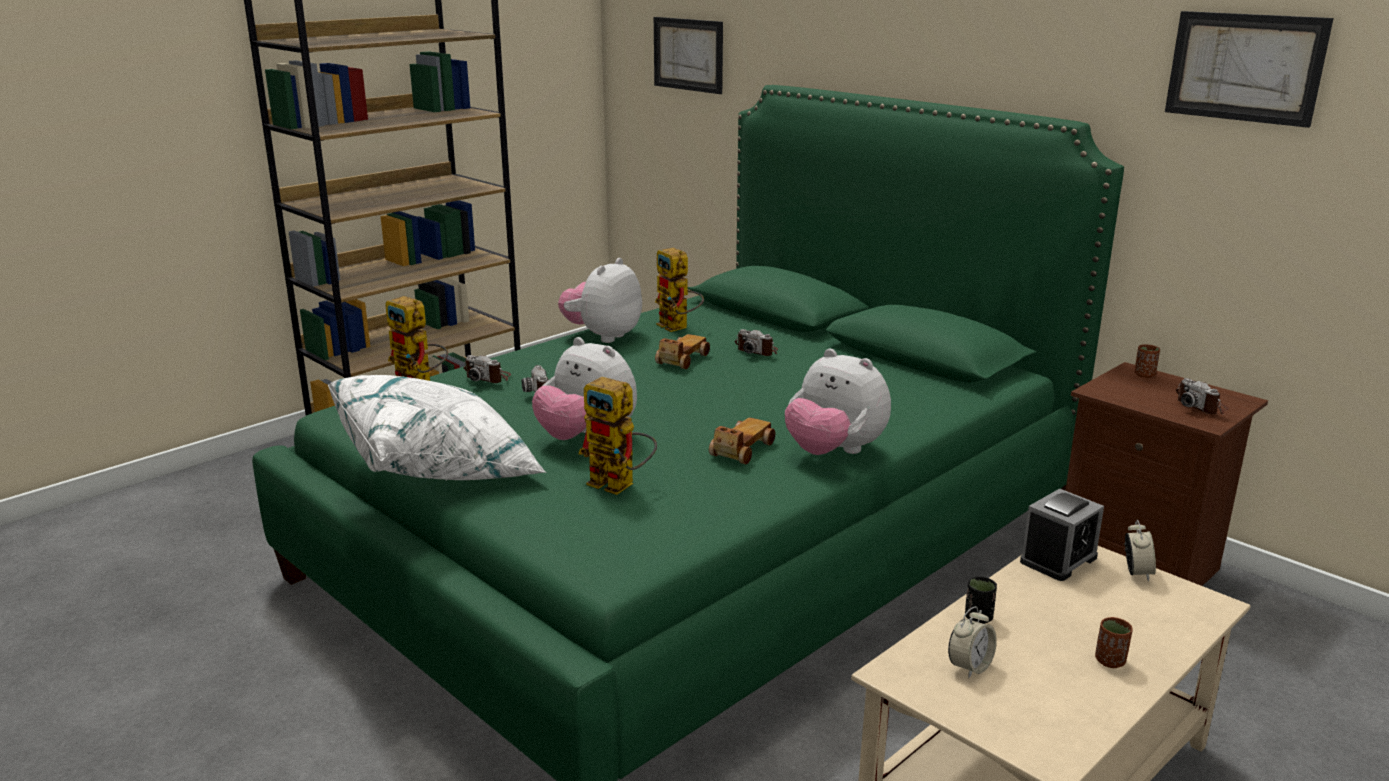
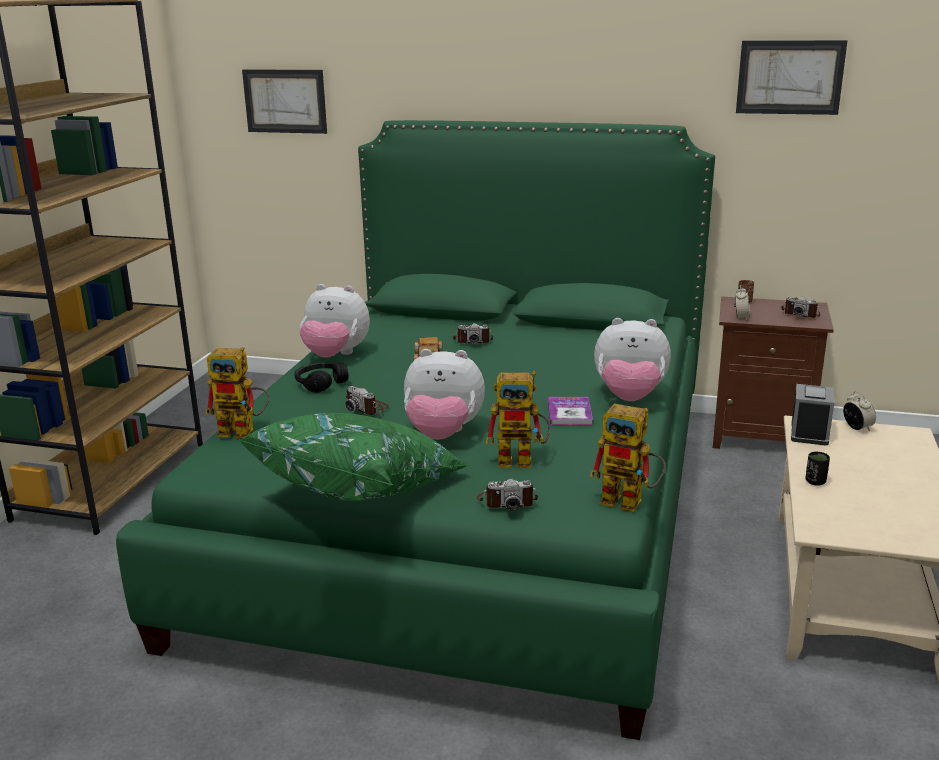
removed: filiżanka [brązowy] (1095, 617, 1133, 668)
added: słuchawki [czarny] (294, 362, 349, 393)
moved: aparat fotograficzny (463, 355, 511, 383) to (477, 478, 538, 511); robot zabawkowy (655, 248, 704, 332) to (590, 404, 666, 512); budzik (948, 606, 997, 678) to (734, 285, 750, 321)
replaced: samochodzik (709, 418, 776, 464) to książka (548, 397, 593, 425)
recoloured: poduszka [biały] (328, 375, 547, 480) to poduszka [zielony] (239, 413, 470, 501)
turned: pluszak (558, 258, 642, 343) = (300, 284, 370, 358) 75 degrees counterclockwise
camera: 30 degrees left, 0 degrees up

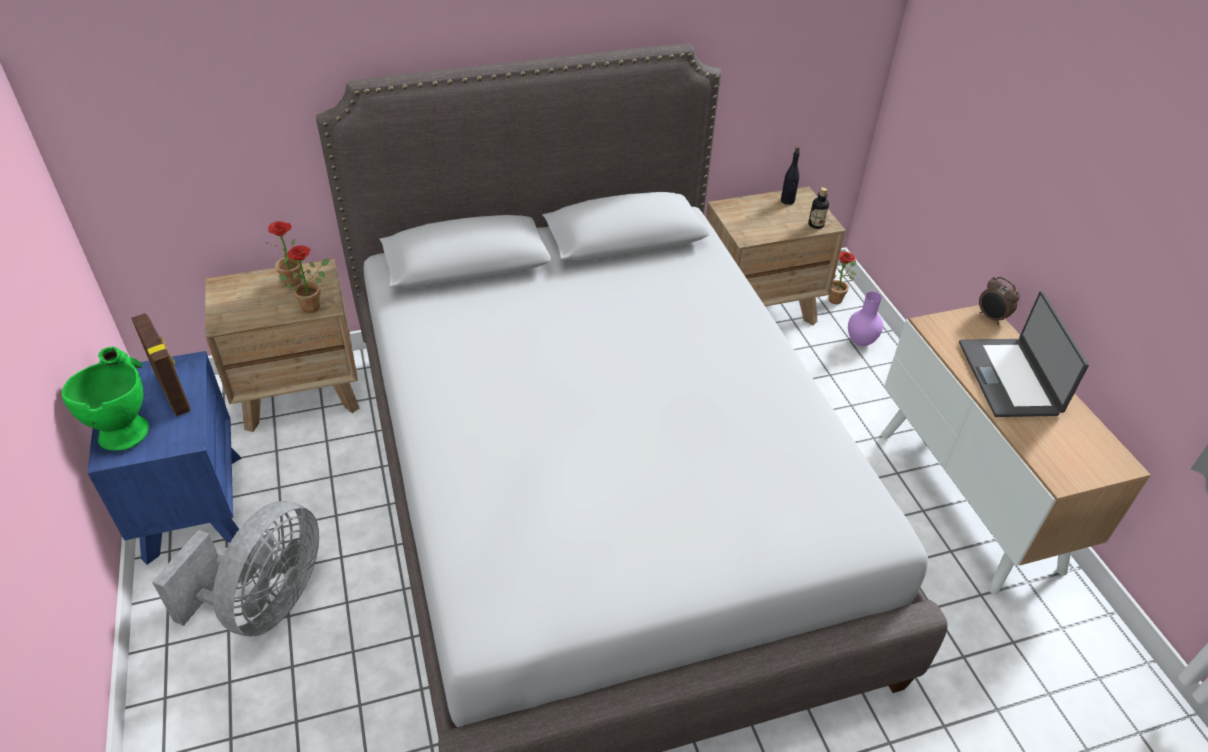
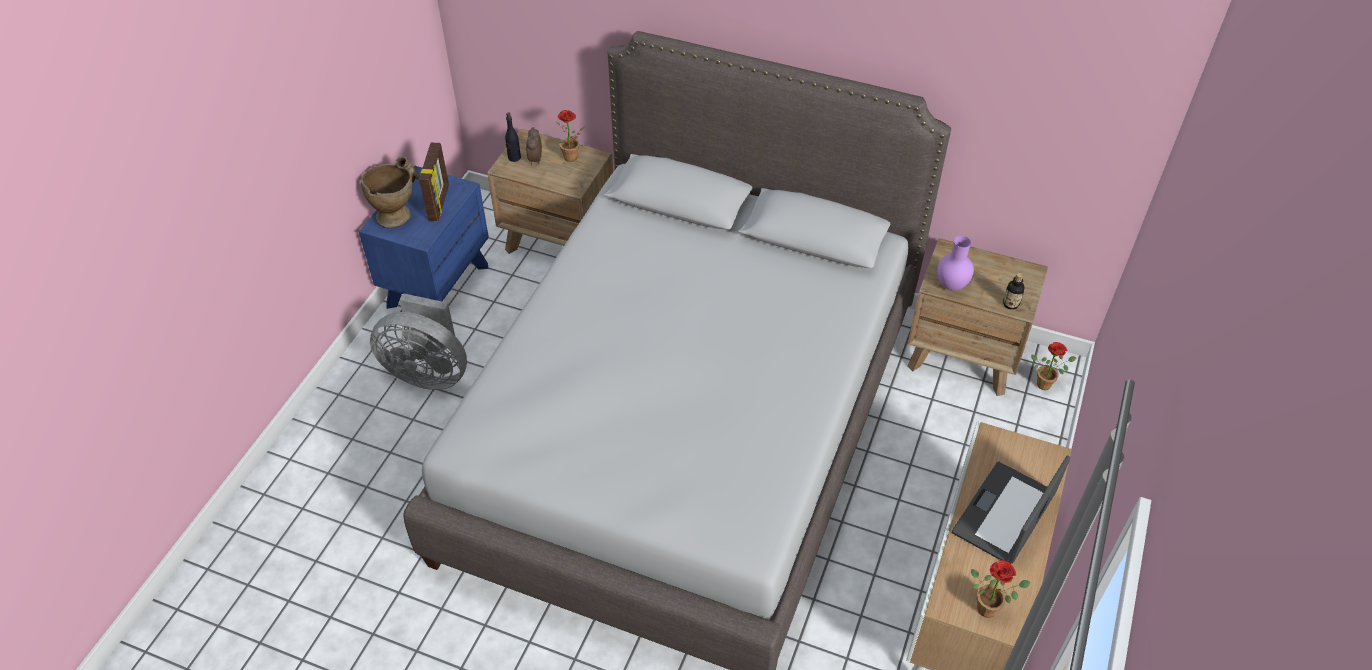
moved: butelka [czarny] (781, 146, 800, 205) to (505, 112, 521, 162); budzik (979, 276, 1020, 325) to (526, 127, 542, 165); wazon [fioletowy] (848, 291, 883, 346) to (937, 236, 974, 291); roślina doniczkowa (279, 246, 329, 313) to (971, 560, 1031, 618)
recoloured: wazon [zielony] (62, 346, 149, 451) to wazon [beżowy] (361, 157, 420, 228)
turned: wentylator [szary] (152, 501, 319, 637) = (370, 293, 467, 390) 45 degrees clockwise
camera: 40 degrees right, 5 degrees up

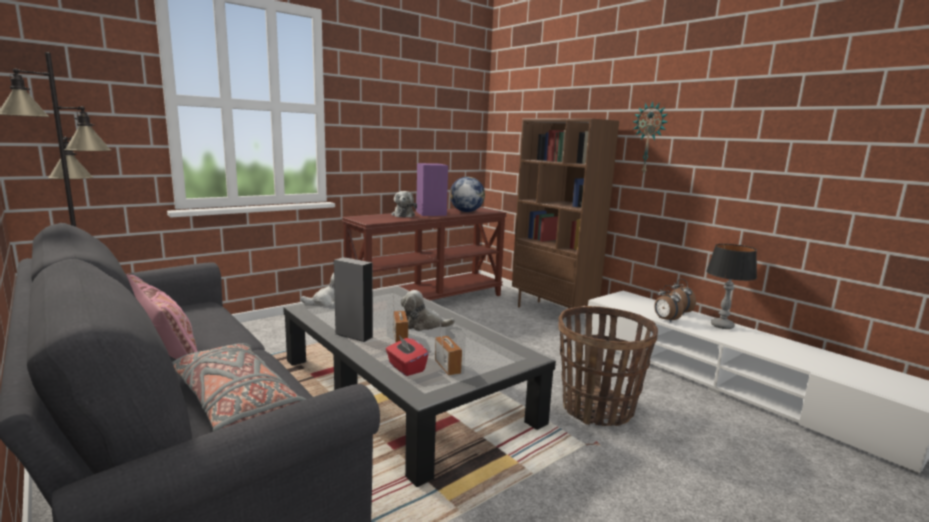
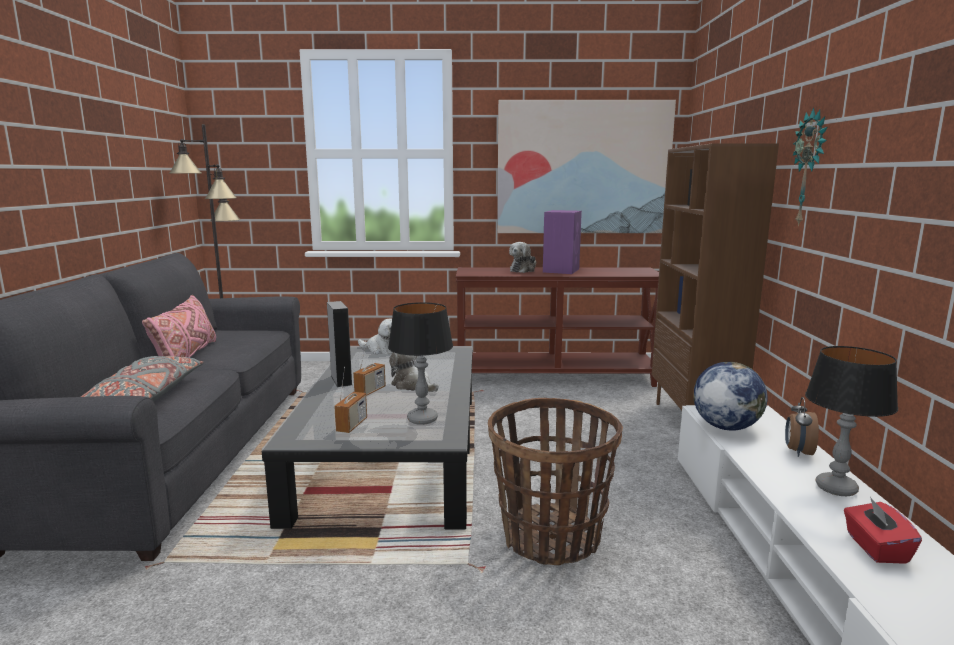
removed: budzik (654, 285, 684, 322)
added: lampa stołowa (388, 302, 453, 425); obraz (497, 100, 676, 233)
moved: globus (450, 177, 485, 212) to (693, 362, 768, 431); pudełko chusteczek [czerwony] (386, 336, 429, 376) to (844, 497, 922, 564)
camera: 40 degrees right, 0 degrees up

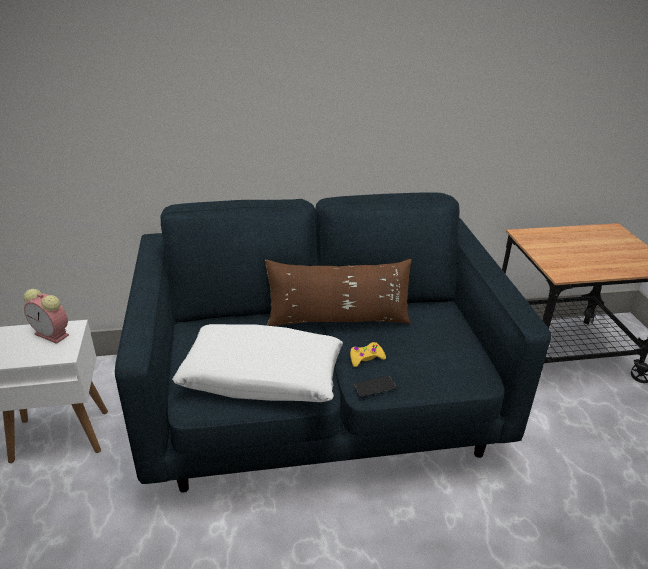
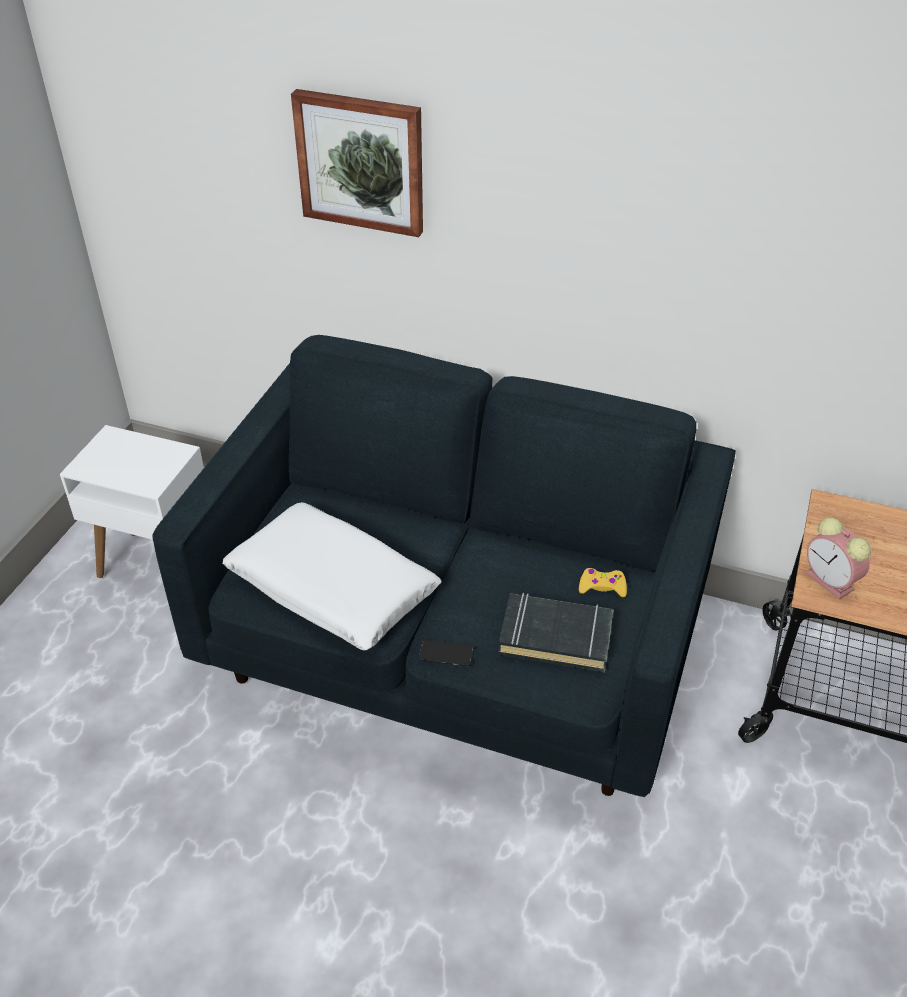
removed: poduszka [brązowy] (265, 259, 412, 326)
added: obraz (291, 89, 423, 237); książka [czarny] (498, 593, 614, 673)
moved: pad do gier [żółty] (350, 342, 386, 367) to (579, 568, 627, 597); budzik (23, 289, 69, 344) to (806, 517, 871, 599)
camera: 30 degrees right, 10 degrees up

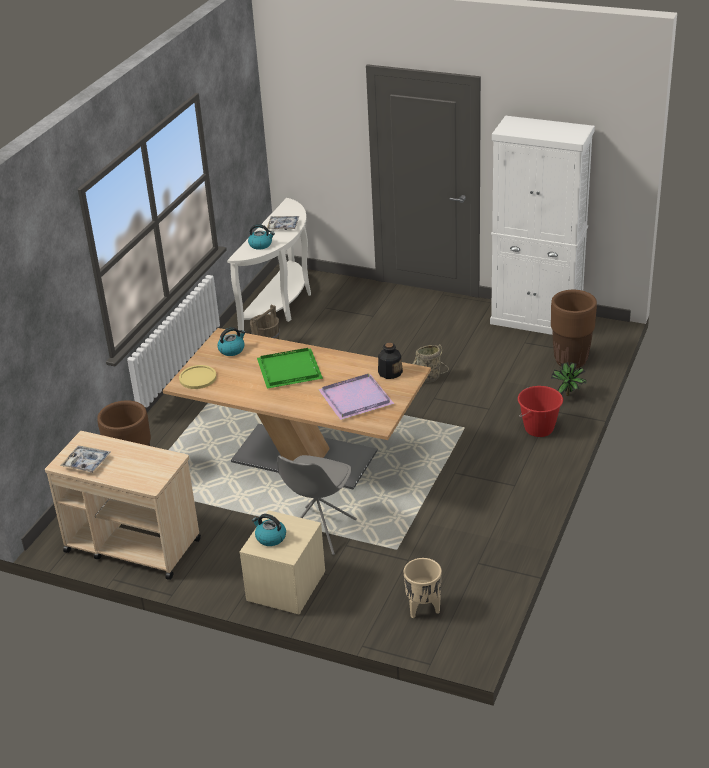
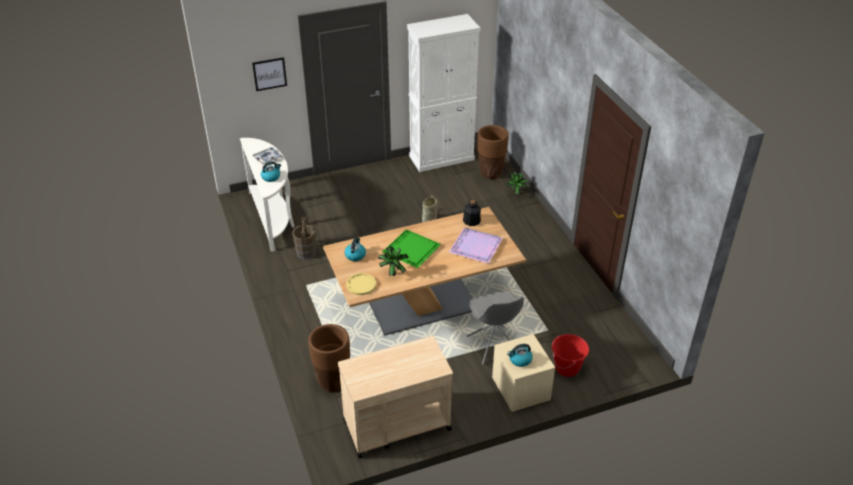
removed: taca (60, 446, 110, 473); donica [beżowy] (404, 558, 442, 618)
added: obraz (252, 57, 287, 91); roślina doniczkowa (378, 246, 409, 276)
moved: wiadro [czerwony] (518, 386, 563, 437) to (552, 334, 589, 377)
camera: 45 degrees left, 5 degrees up

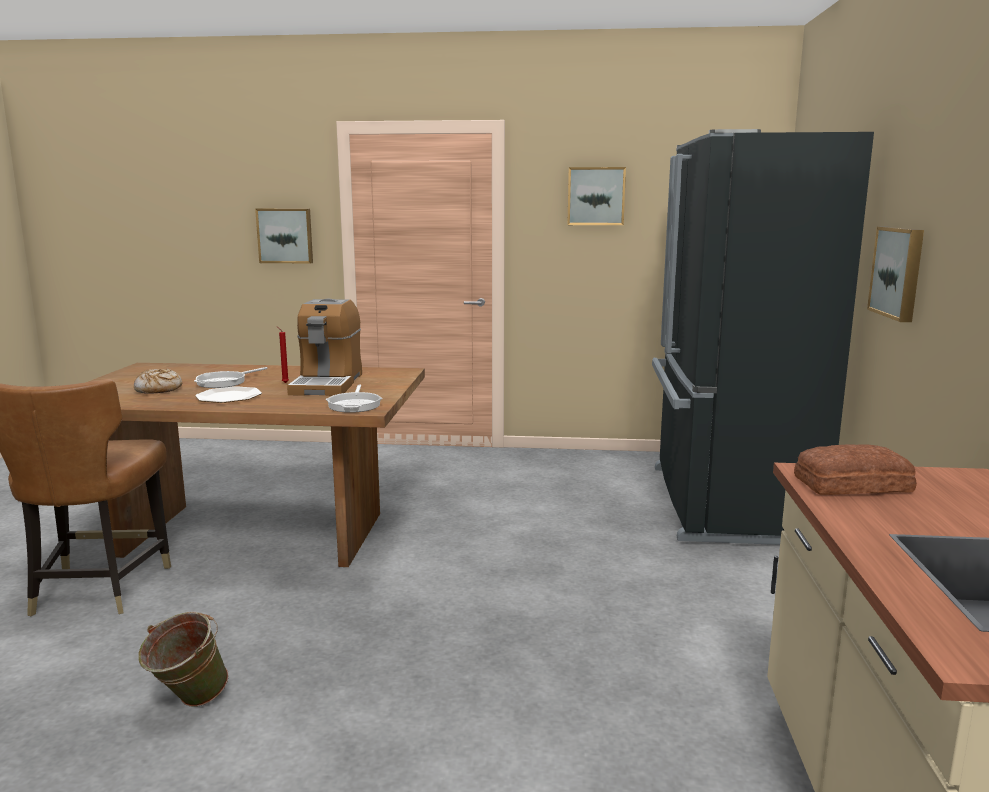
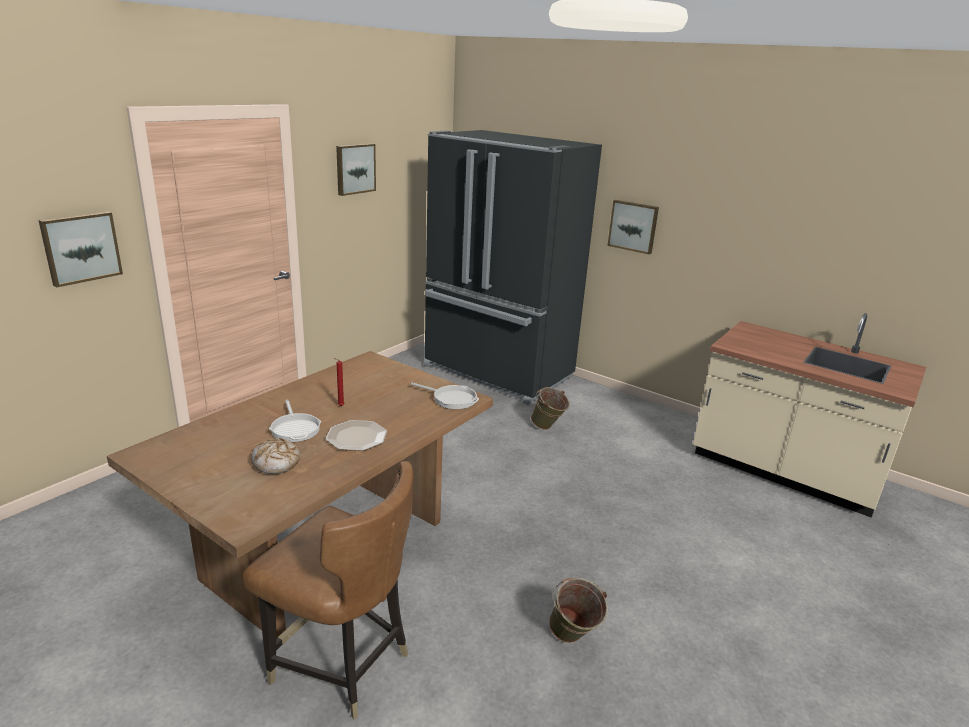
removed: ekspres do kawy (287, 299, 362, 396); chleb (794, 444, 917, 495)
added: wiadro [zielony] (531, 387, 570, 430)
camera: 60 degrees left, 10 degrees up

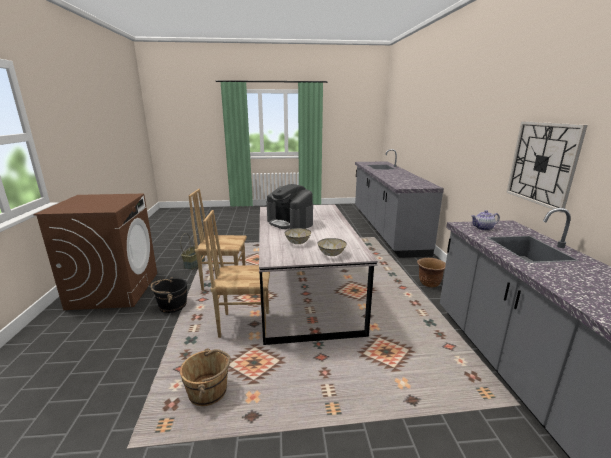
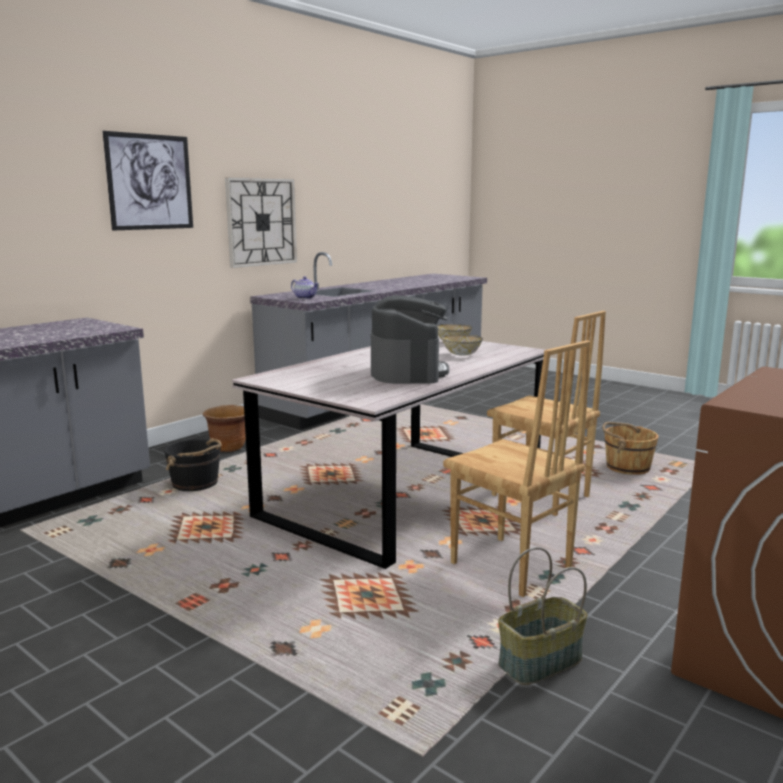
added: obraz (103, 131, 193, 231)
moved: wiadro [czarny] (150, 277, 187, 313) to (164, 438, 222, 491)
camera: 135 degrees left, 5 degrees down

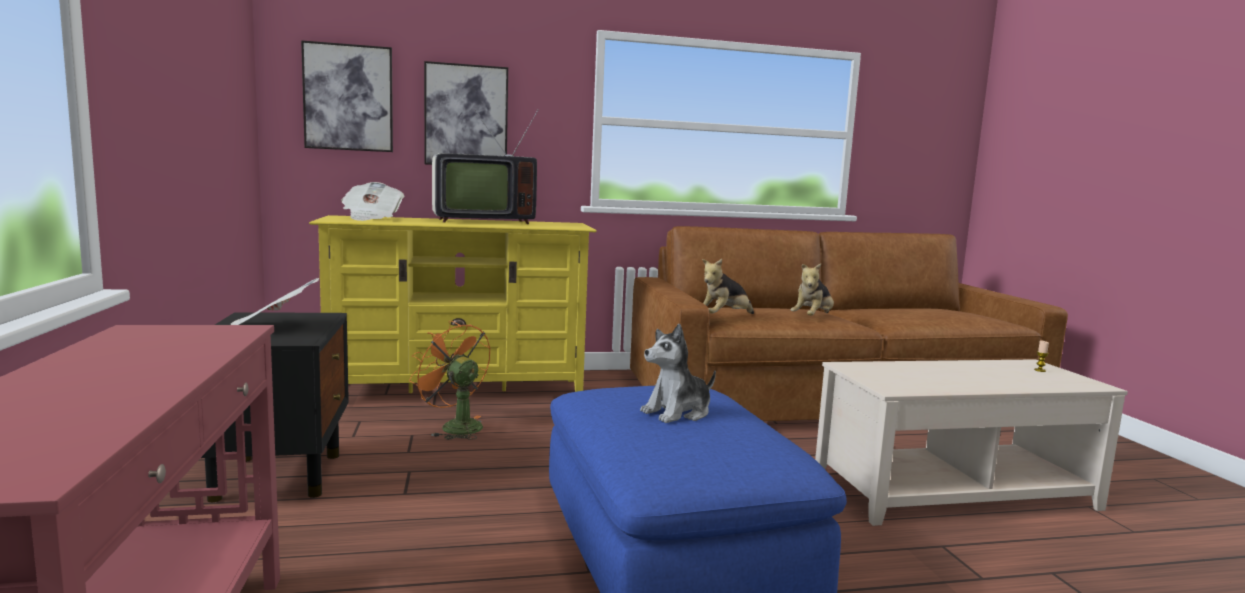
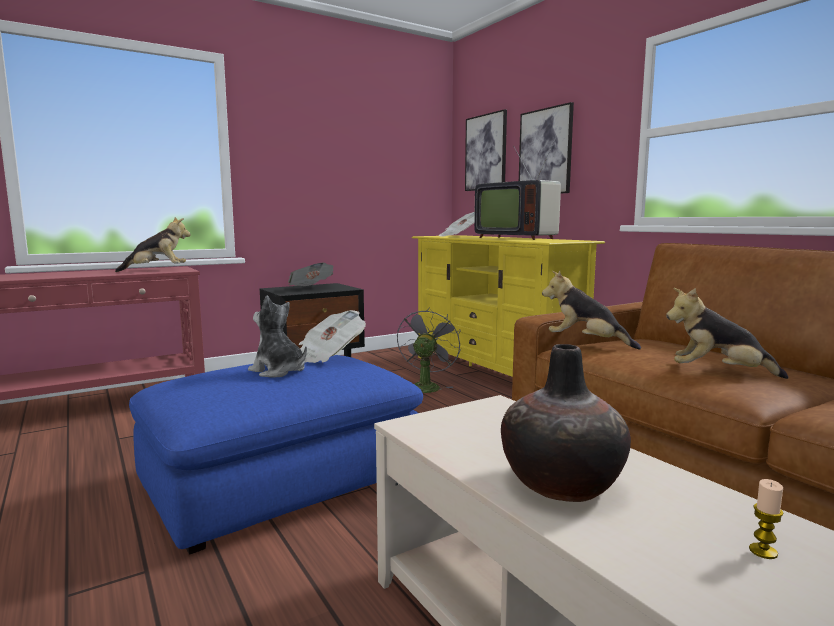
added: pluszak (115, 217, 191, 272); gazeta (299, 310, 366, 363); wazon (501, 344, 631, 502)
recoloured: wentylator [pomarańczowy] (409, 321, 491, 440) to wentylator [szary] (397, 308, 461, 393)
camera: 70 degrees right, 0 degrees up

